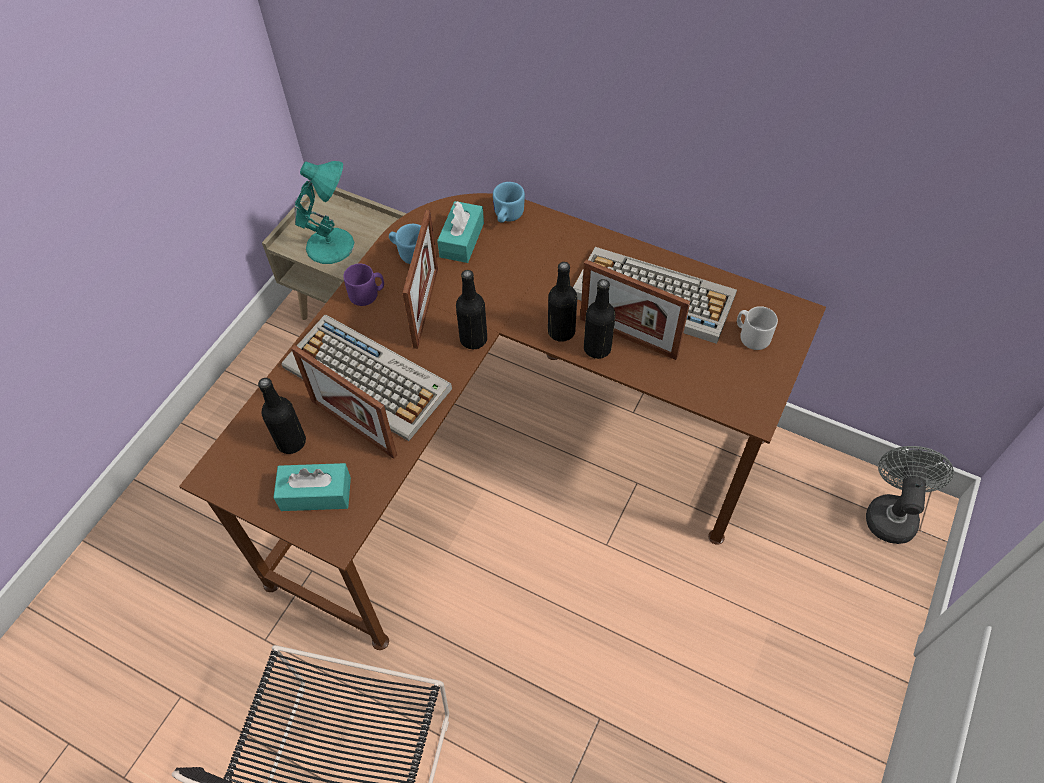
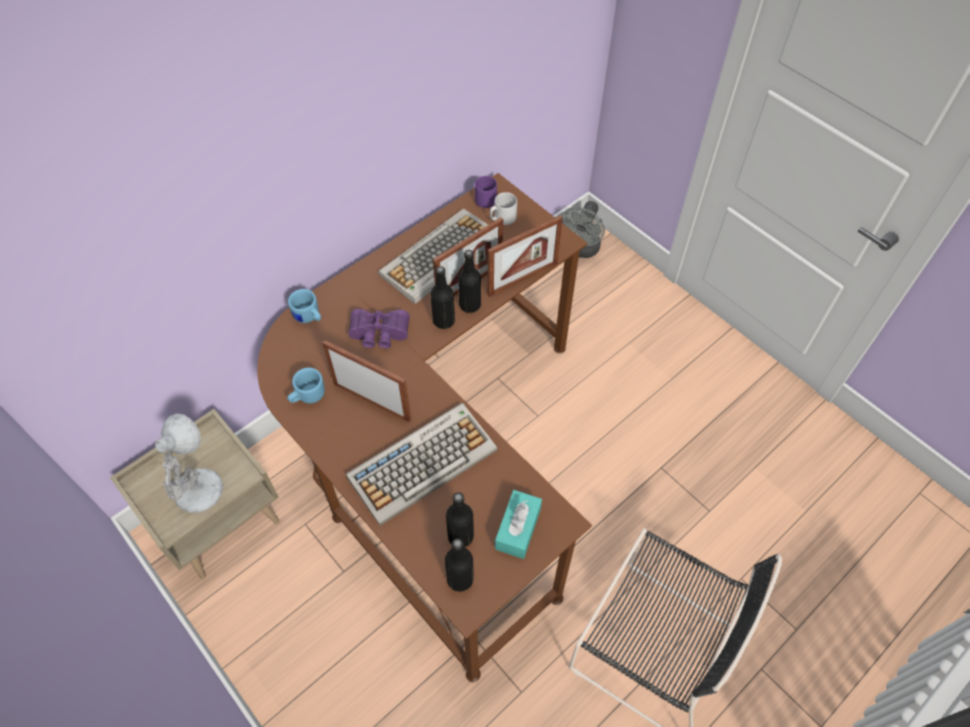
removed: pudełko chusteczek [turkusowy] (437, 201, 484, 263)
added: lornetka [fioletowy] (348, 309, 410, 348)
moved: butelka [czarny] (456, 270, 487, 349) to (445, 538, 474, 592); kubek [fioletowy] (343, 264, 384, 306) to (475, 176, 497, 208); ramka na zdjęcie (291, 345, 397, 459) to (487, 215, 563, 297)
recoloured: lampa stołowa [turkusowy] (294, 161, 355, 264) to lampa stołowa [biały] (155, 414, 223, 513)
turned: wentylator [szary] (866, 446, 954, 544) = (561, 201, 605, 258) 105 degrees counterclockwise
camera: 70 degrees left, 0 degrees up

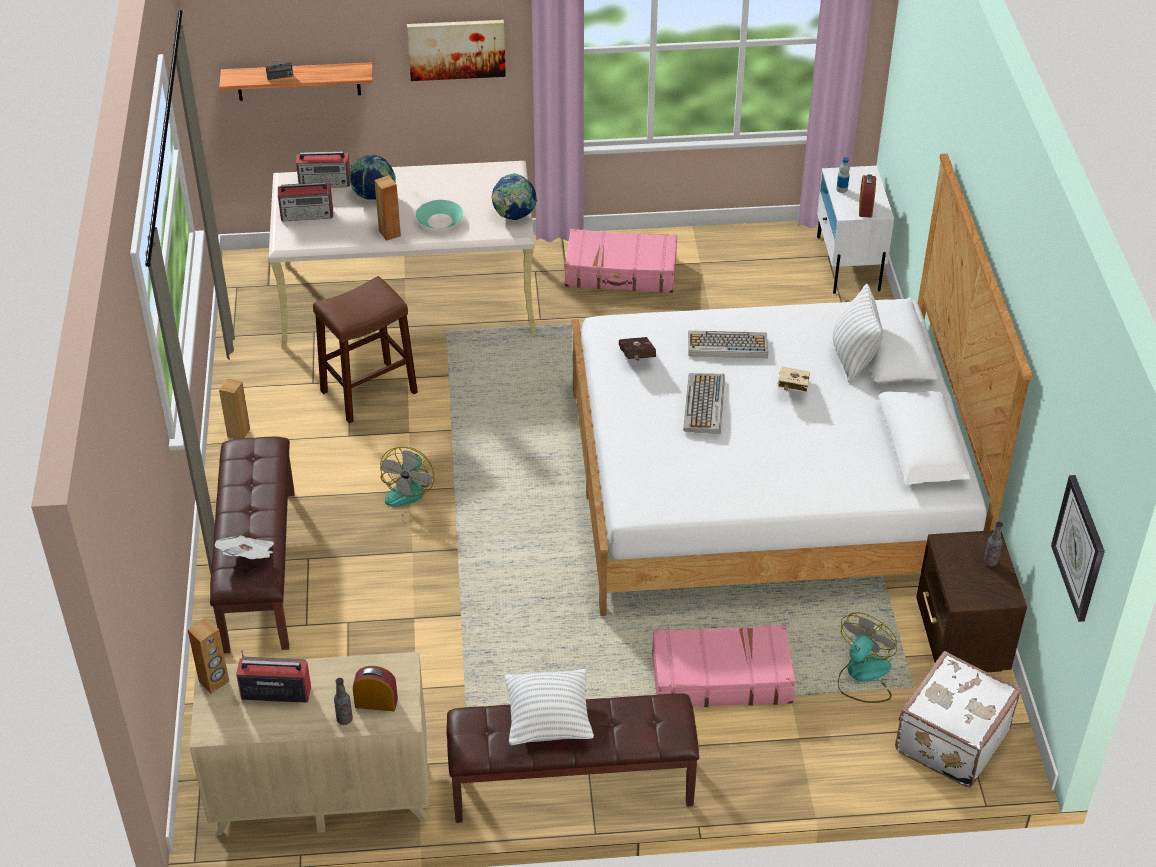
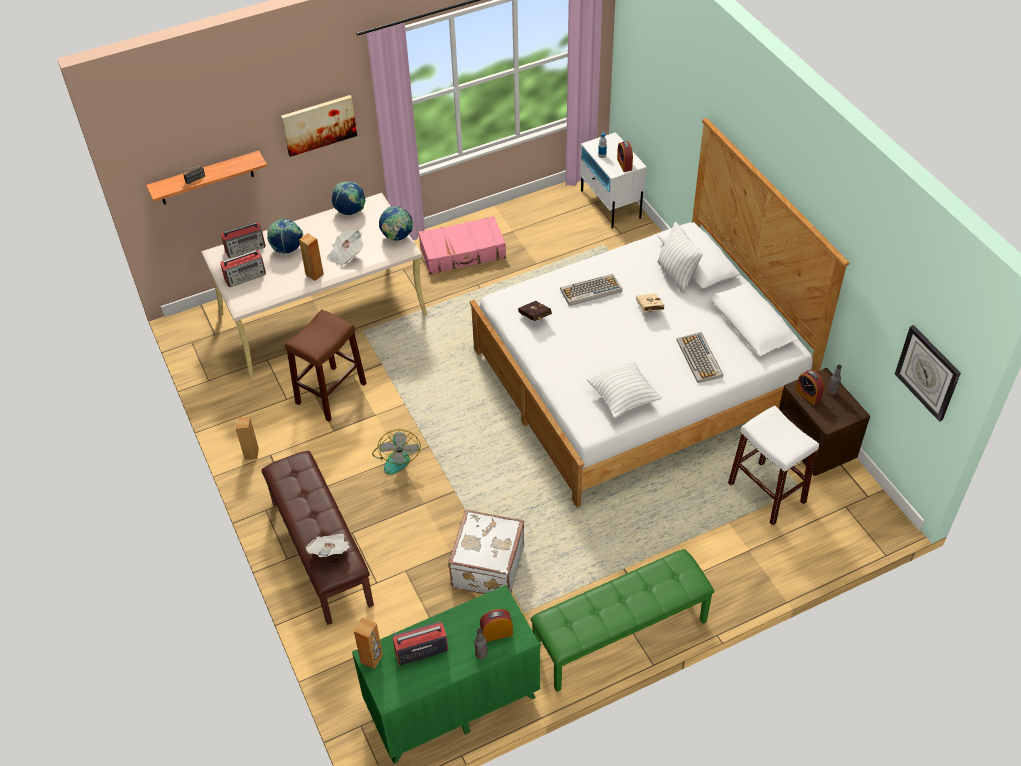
removed: walizka [różowy] (652, 625, 796, 707)
added: globus (331, 181, 365, 215); budzik (796, 370, 824, 405)
moved: walizka [biały] (895, 651, 1021, 787) to (448, 509, 524, 594); poduszka [biały] (505, 669, 594, 745) to (586, 360, 662, 418); klawiatura (683, 373, 725, 434) to (677, 332, 723, 383)
replaced: miska [turkusowy] (416, 200, 463, 229) to gazeta (327, 229, 363, 266); wentylator (838, 612, 897, 703) to stołek [biały] (728, 405, 819, 525)
recoloured: komoda [beżowy] (190, 652, 429, 836) to komoda [zielony] (352, 585, 540, 764); ławka [brązowy] (447, 693, 699, 823) to ławka [zielony] (531, 549, 714, 692)
camera: 20 degrees left, 5 degrees up

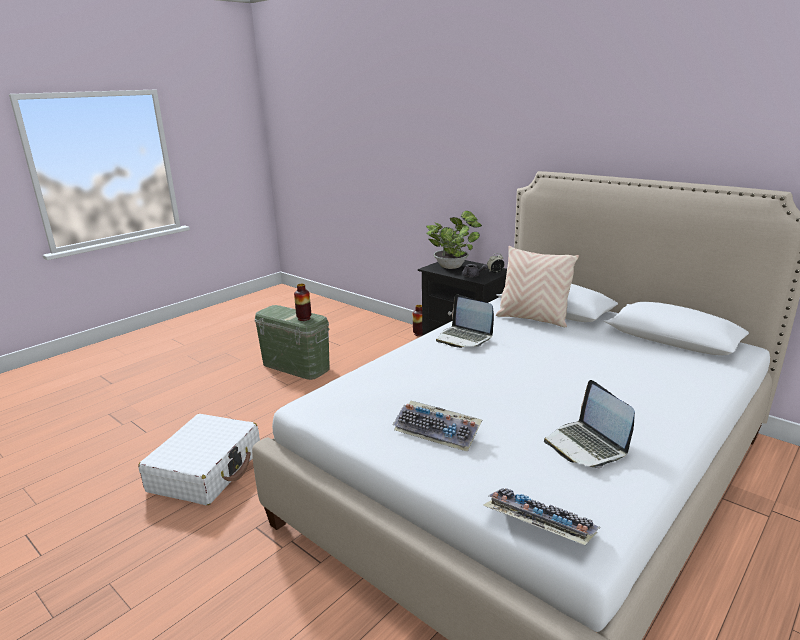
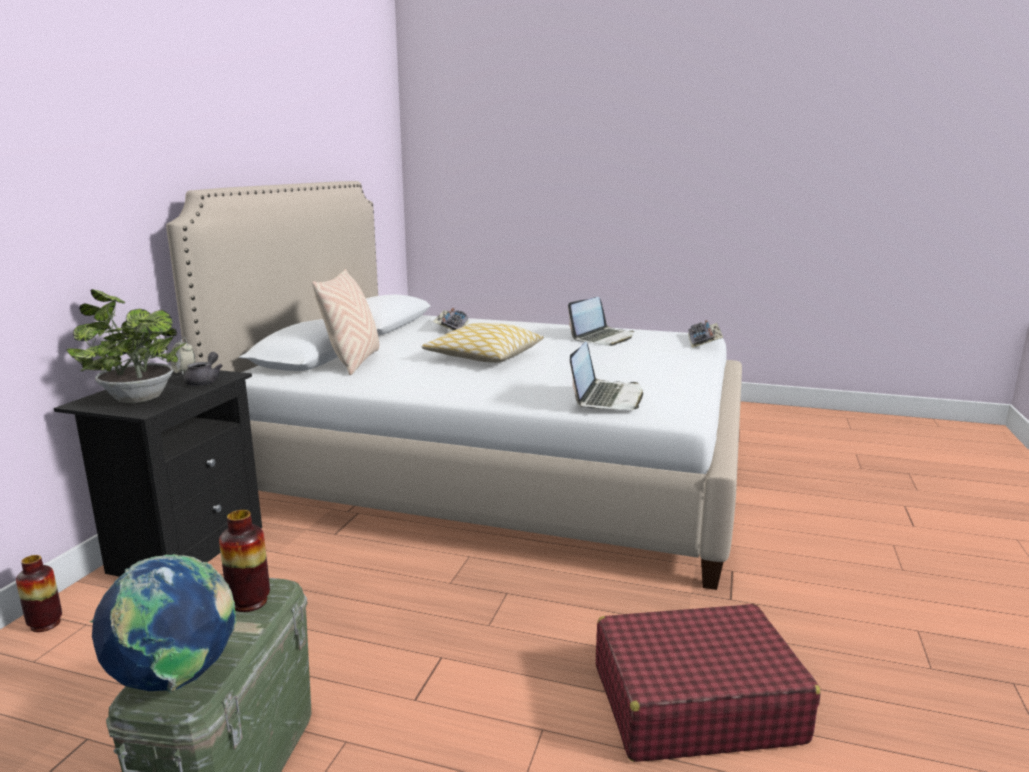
added: globus (90, 554, 236, 693); poduszka (422, 323, 544, 363)
moved: klawiatura (392, 400, 482, 452) to (433, 308, 469, 331); laptop (436, 294, 494, 348) to (570, 342, 643, 410)
recoloured: walizka [biały] (138, 414, 260, 506) to walizka [czerwony] (596, 604, 821, 762)
camera: 115 degrees left, 5 degrees down

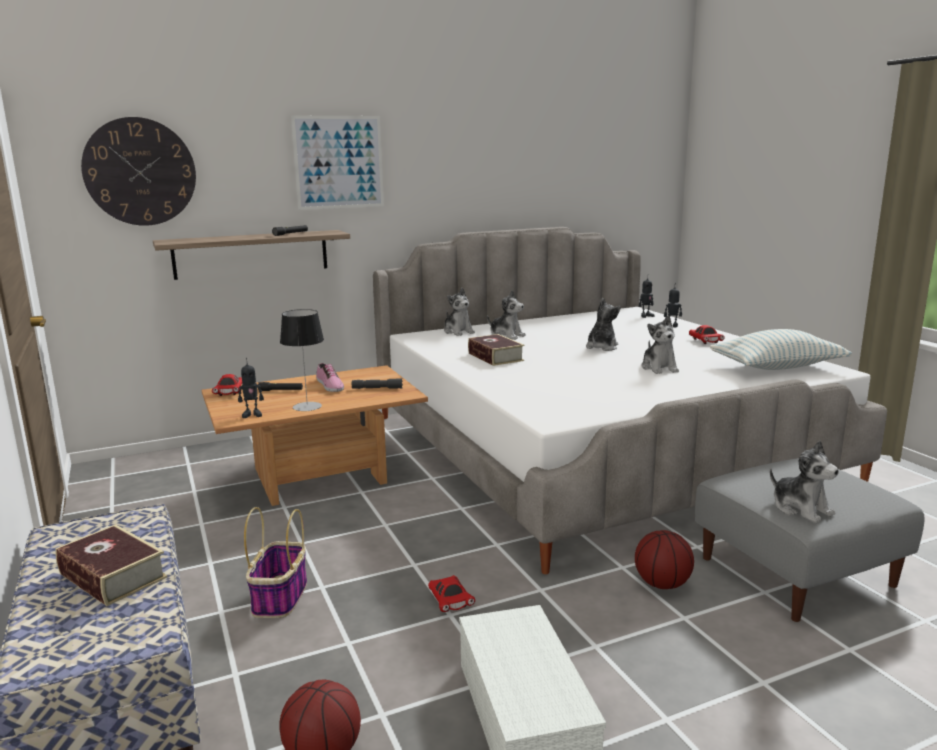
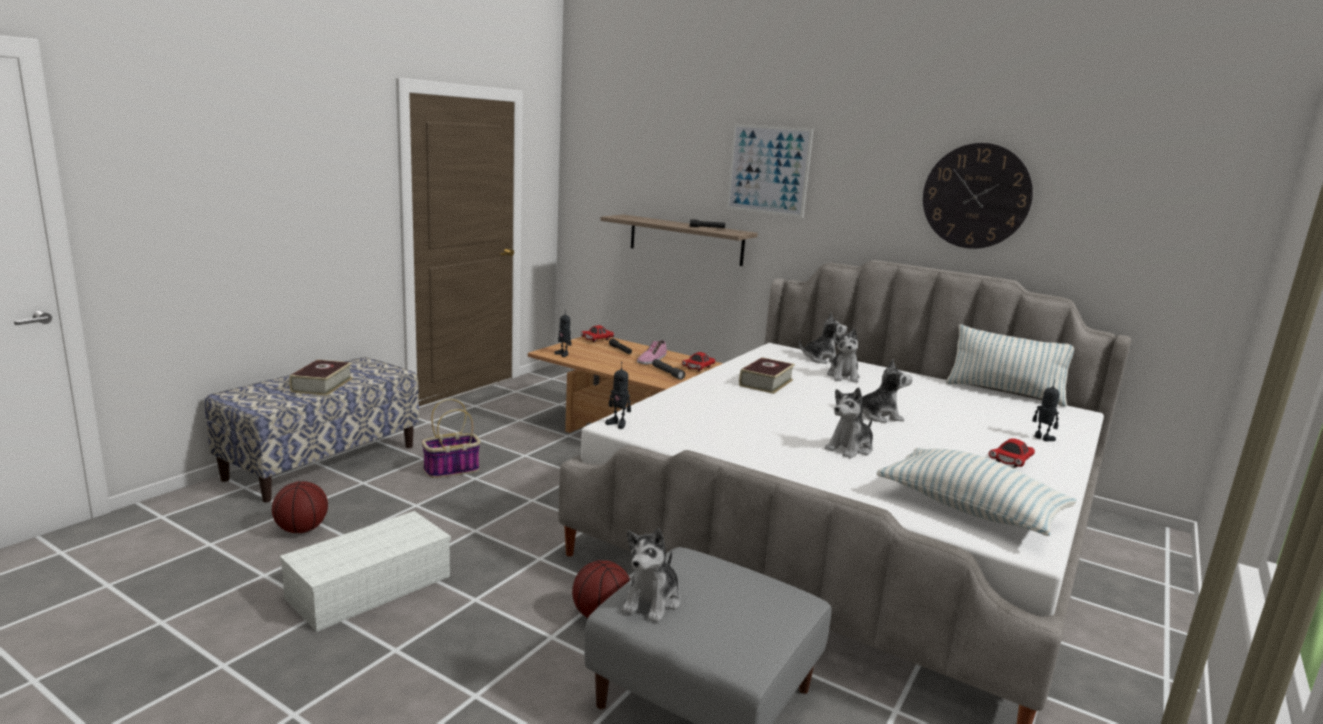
removed: lampa stołowa (280, 309, 324, 411)
added: poduszka (946, 324, 1074, 407)
moved: robot zabawkowy (639, 278, 655, 318) to (605, 362, 631, 429); samochodzik [czerwony] (428, 575, 475, 612) to (682, 352, 715, 371); zegar ścienny (81, 117, 196, 226) to (923, 143, 1033, 249)
turned: pluszak (444, 288, 475, 336) = (799, 312, 847, 364) 120 degrees counterclockwise
camera: 55 degrees right, 0 degrees up

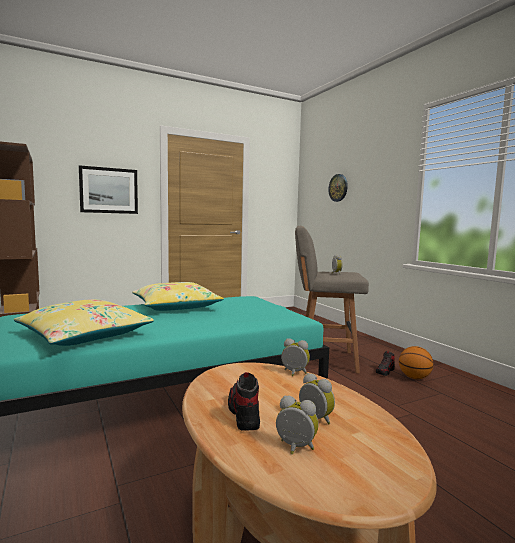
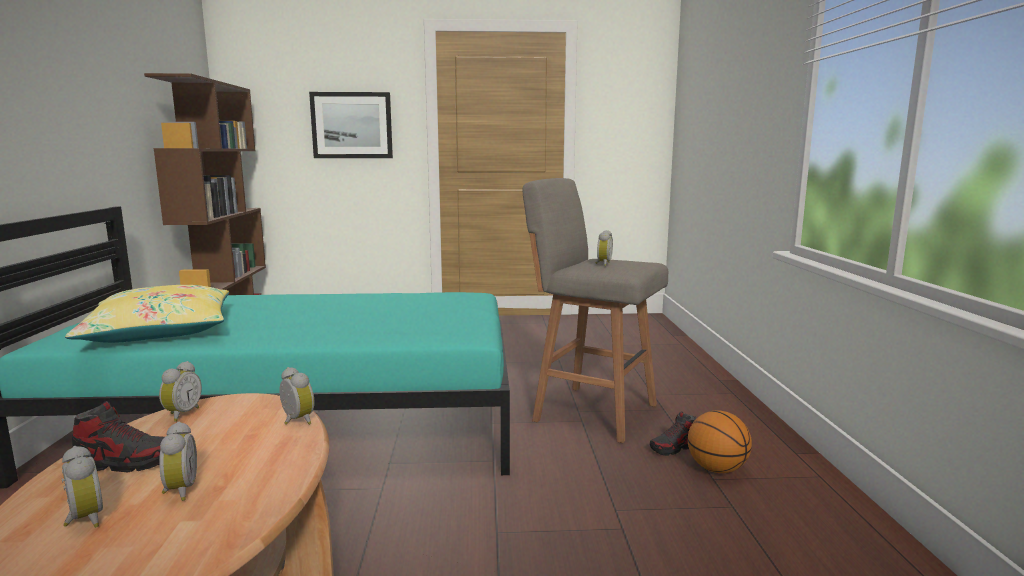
removed: poduszka [żółty] (132, 282, 224, 311); zegar ścienny (328, 174, 348, 202)
added: budzik (159, 361, 202, 422)
turned: but (228, 372, 260, 431) = (72, 401, 164, 472) 75 degrees clockwise
camera: 25 degrees right, 5 degrees up

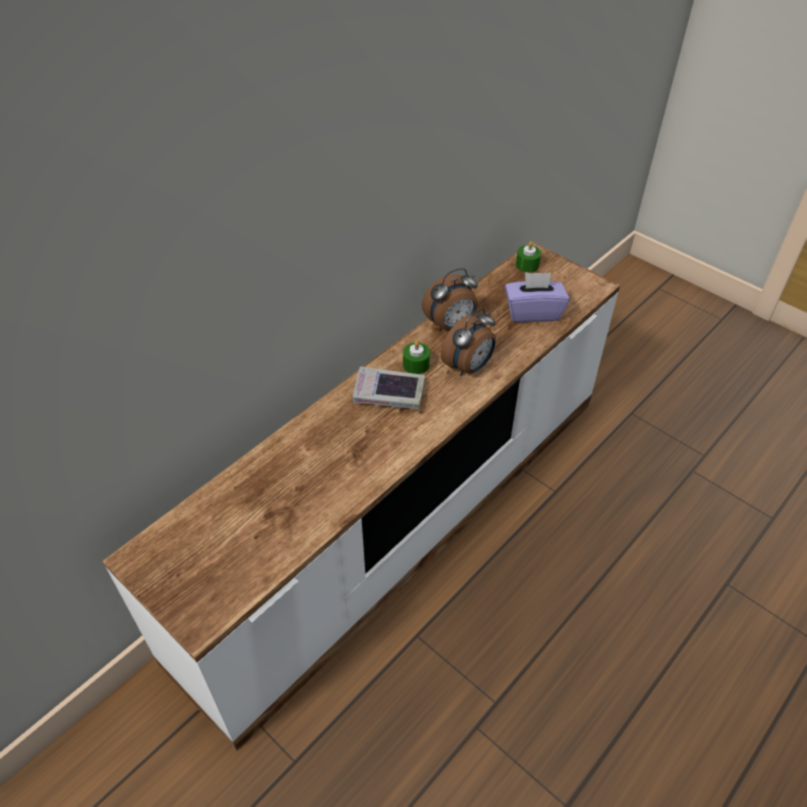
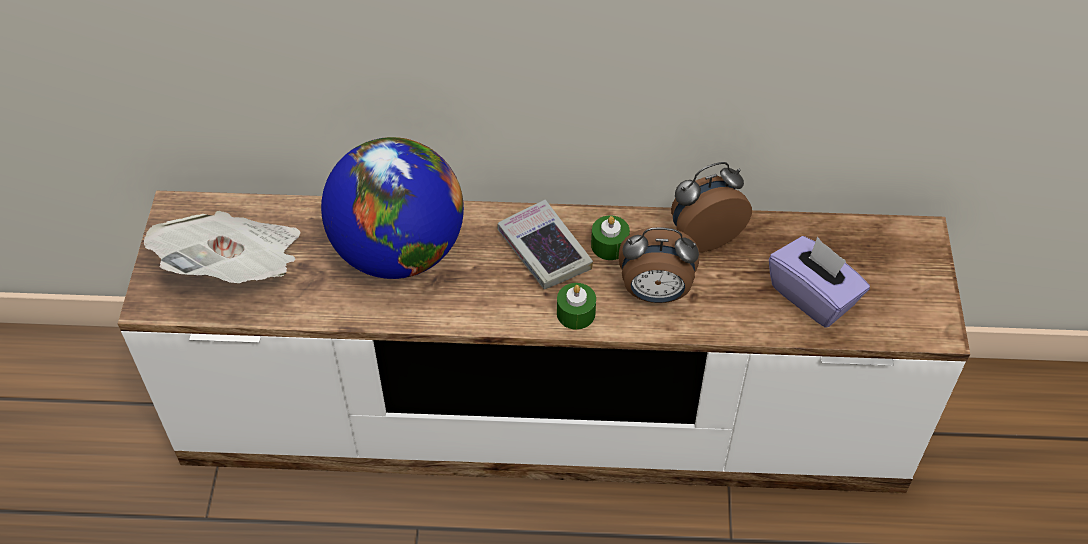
added: gazeta (144, 211, 300, 283); globus (321, 137, 464, 279)
moved: świeca [zielony] (516, 241, 541, 272) to (557, 283, 596, 330)
turned: budzik (422, 268, 478, 331) = (671, 162, 752, 252) 135 degrees clockwise
camera: 50 degrees right, 5 degrees up

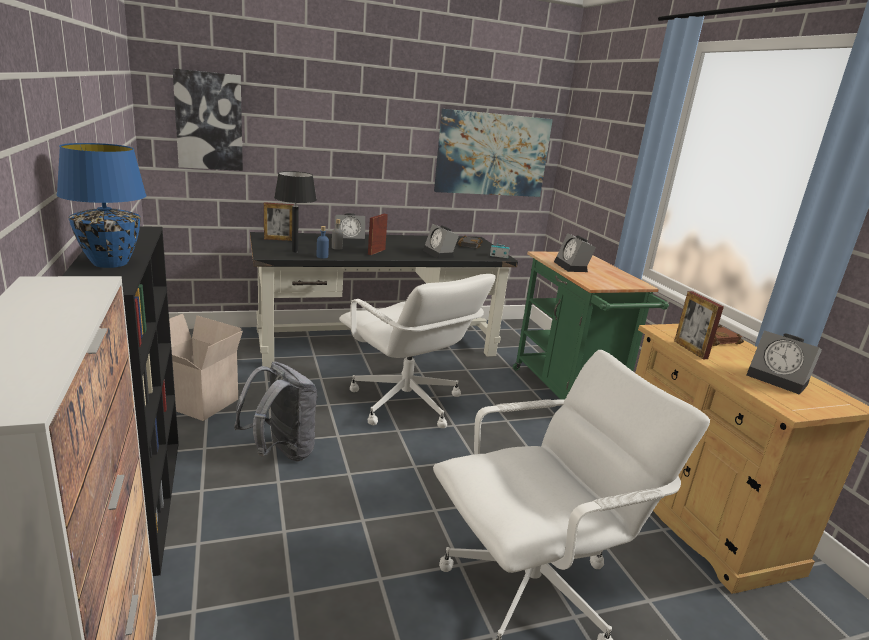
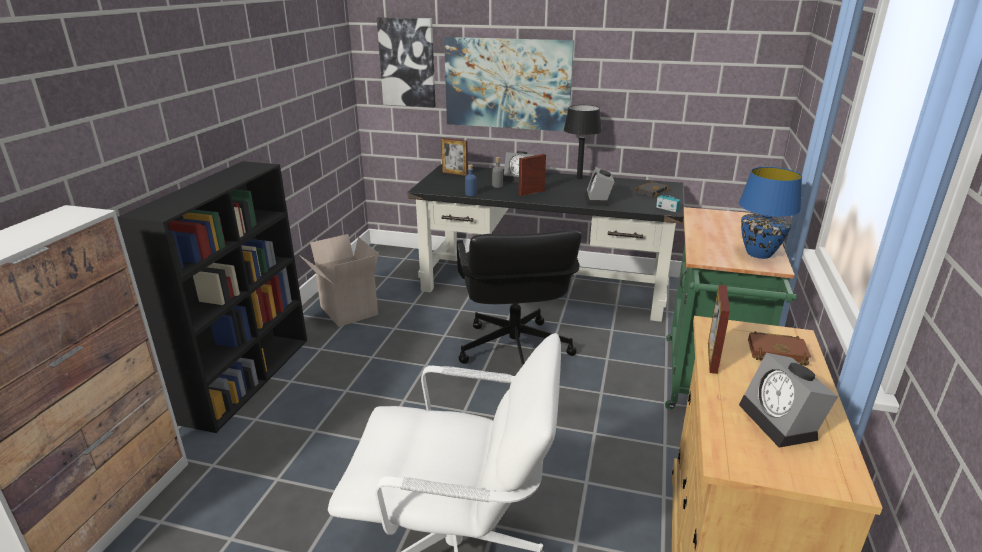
removed: plecak [szary] (234, 362, 318, 461); budzik (554, 233, 596, 272)
moved: obraz (434, 109, 553, 197) to (444, 37, 574, 131); lampa stołowa [czarny] (274, 171, 317, 253) to (564, 105, 602, 180); lampa stołowa [niebieski] (56, 143, 146, 268) to (739, 167, 802, 259)
recoloured: krzesło biurowe [biały] (339, 274, 496, 428) to krzesło biurowe [czarny] (457, 230, 582, 366)
camera: 35 degrees right, 5 degrees up

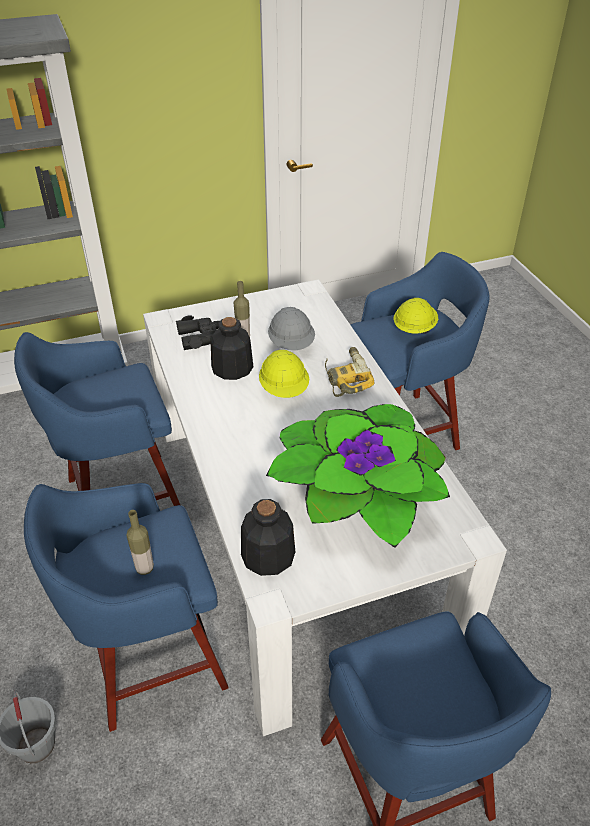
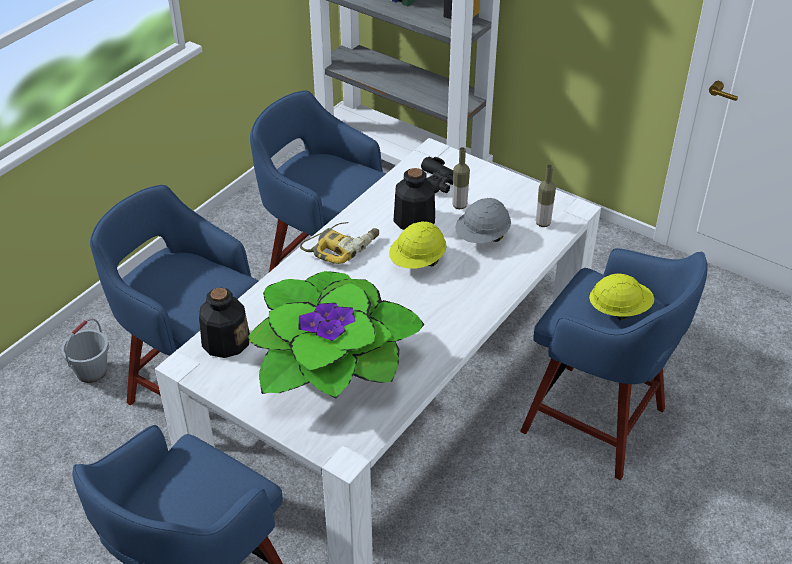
moved: wiertarka (325, 347, 374, 397) to (300, 222, 379, 264); butelka (127, 510, 154, 575) to (536, 165, 556, 227)
camera: 55 degrees right, 0 degrees up

